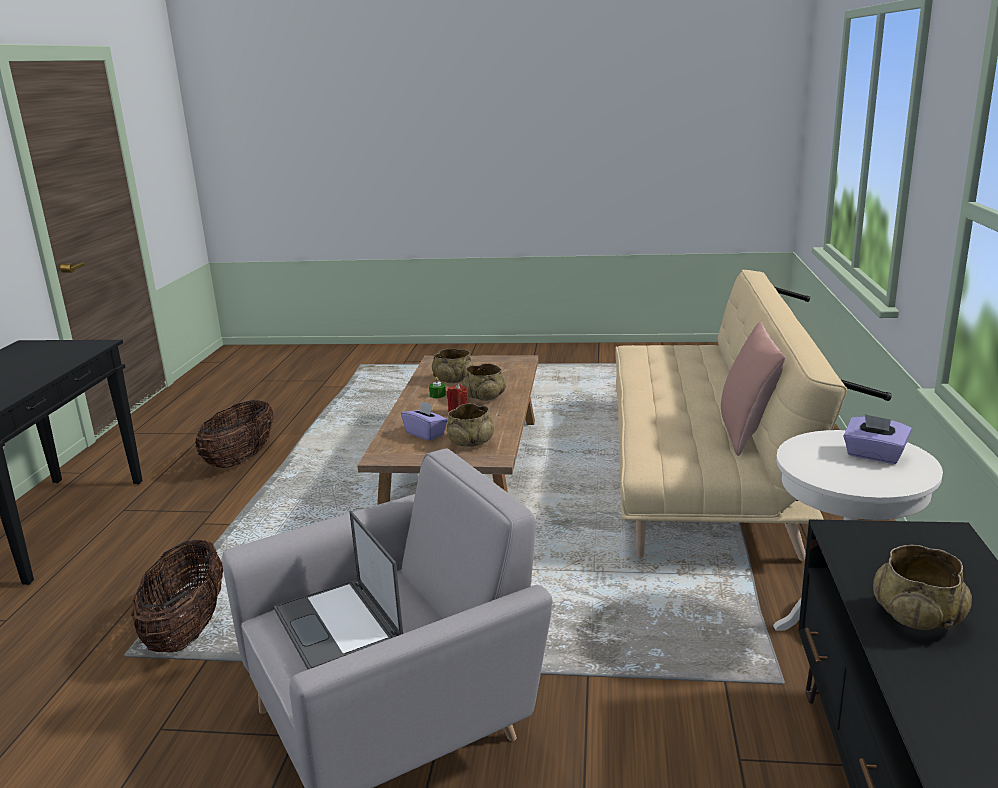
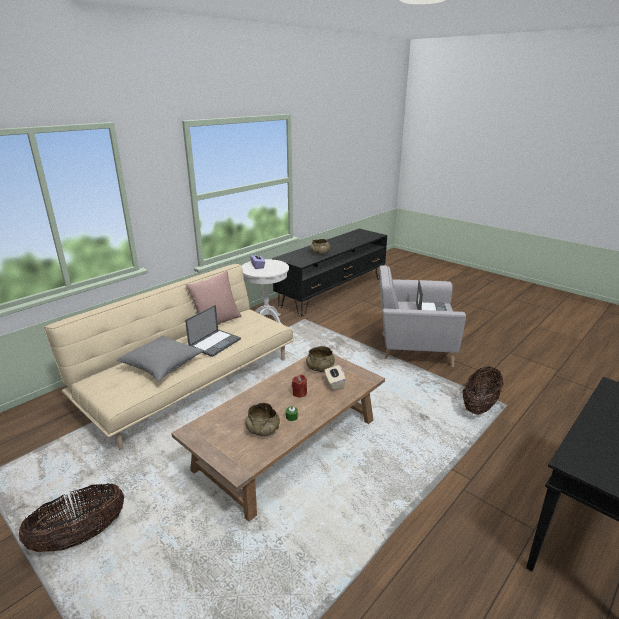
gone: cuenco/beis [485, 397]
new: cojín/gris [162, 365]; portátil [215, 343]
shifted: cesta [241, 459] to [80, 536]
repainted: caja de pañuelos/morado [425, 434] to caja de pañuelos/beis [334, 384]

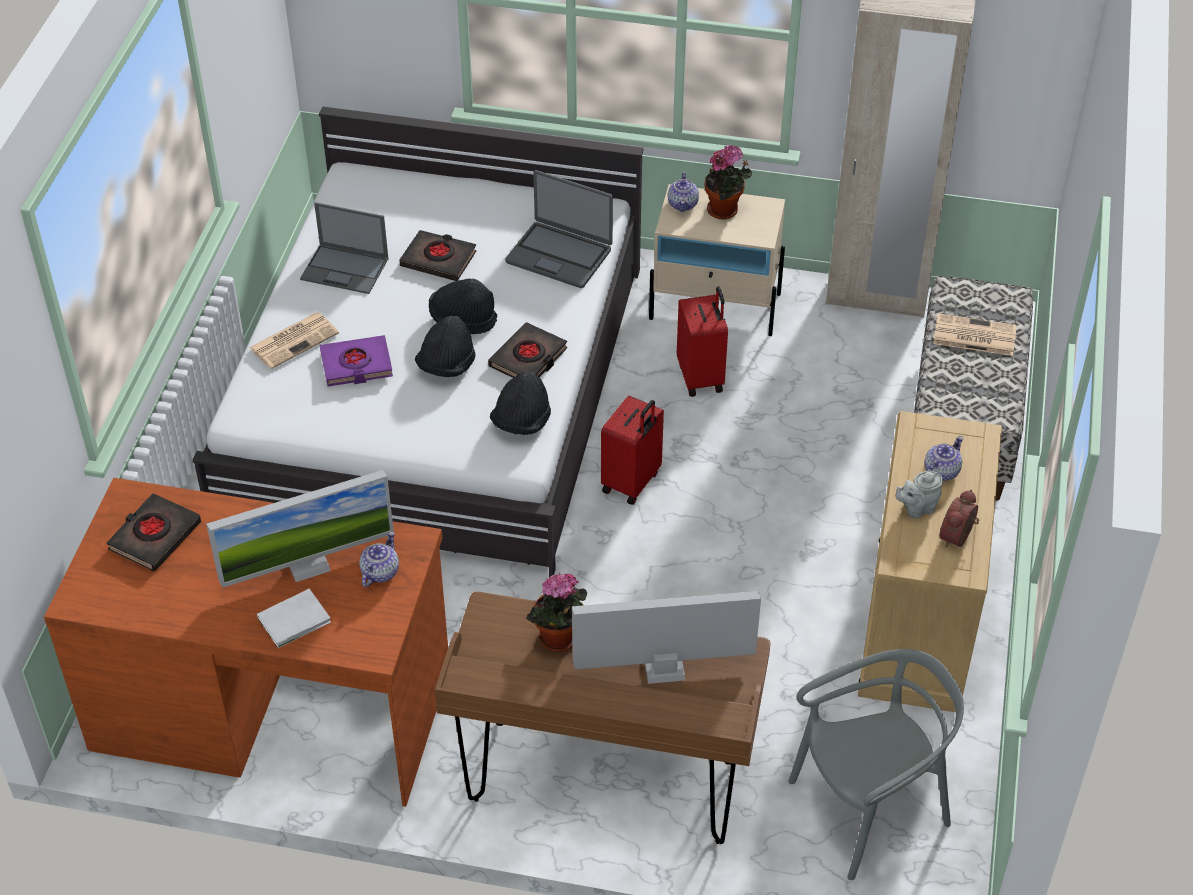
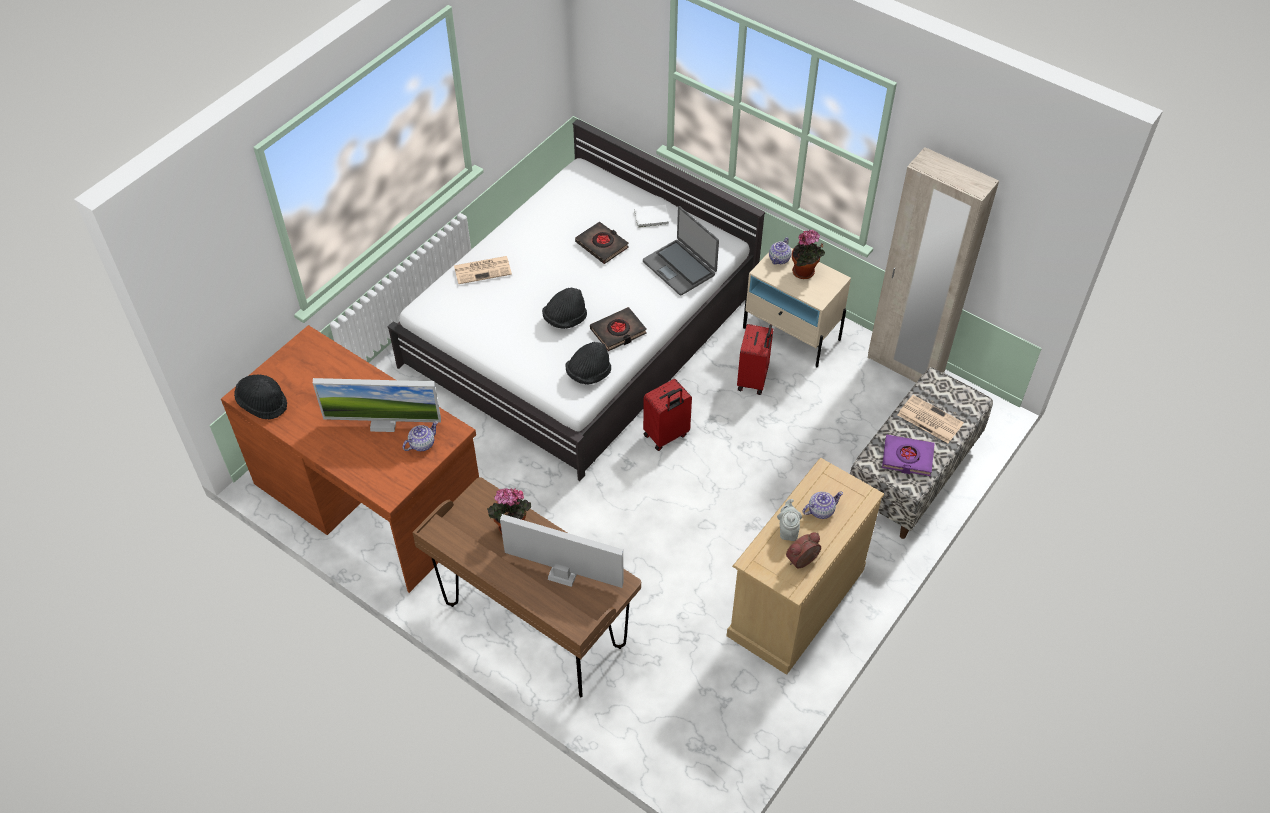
gone: libro/negro [154, 536]; portátil [346, 269]; silla/gris [869, 809]
shifted: libro/blanco [296, 620] to [652, 218]; libro/morado [356, 365] to [907, 458]; sombrero/negro [463, 320] to [263, 403]
rotated: tetera/gris [917, 508] = [788, 530] 90 degrees clockwise

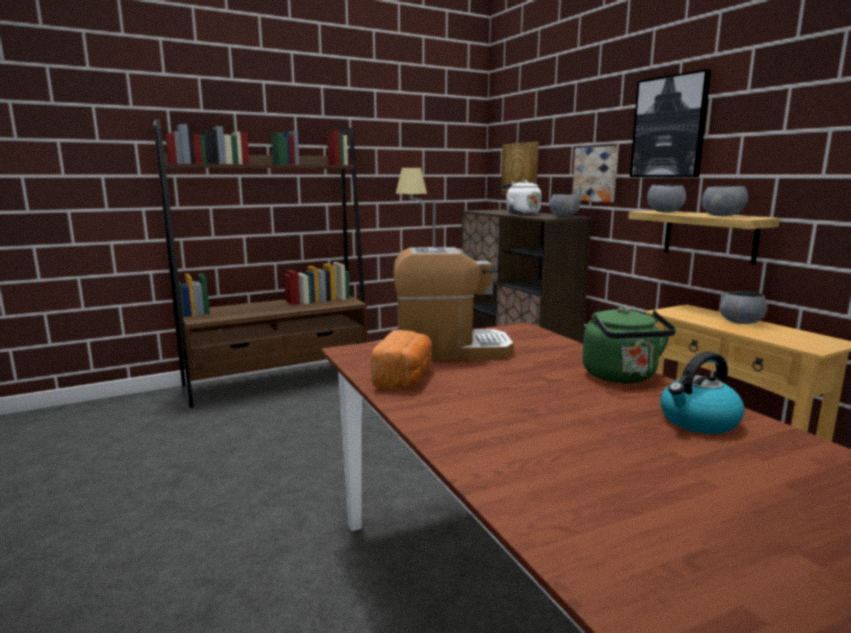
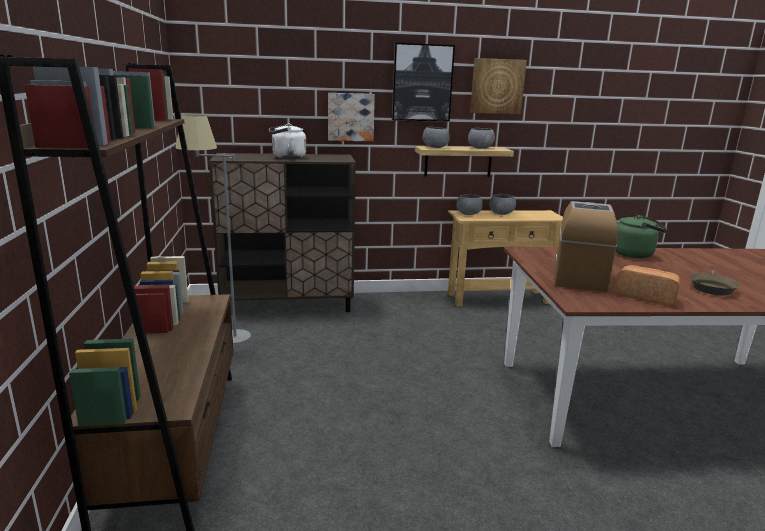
gone: hervidor [698, 422]
new: sartén/marrón [711, 288]
shifted: cuadro [520, 169] to [497, 86]; cuenco/gris [564, 216] to [468, 214]

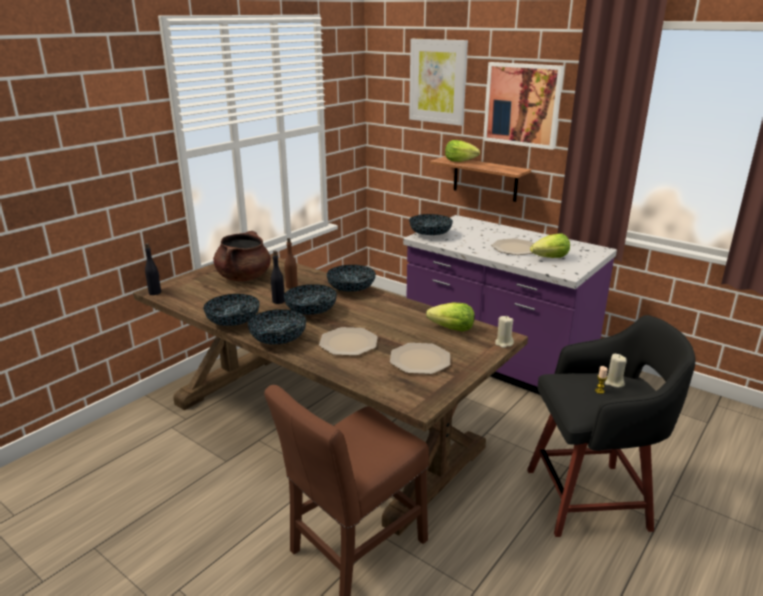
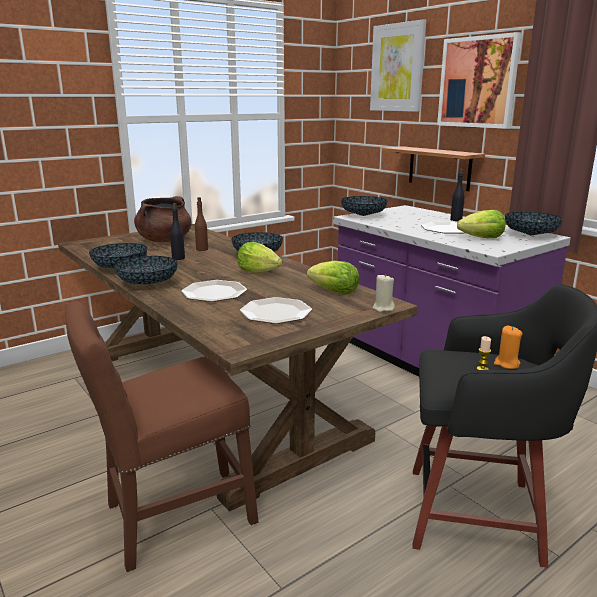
shifted: botella/negro [155, 292] to [456, 220]; cuenco [311, 311] to [530, 235]; lechuga [459, 161] to [258, 272]
repainted: vela/beis [614, 383] to vela/naranja [506, 364]

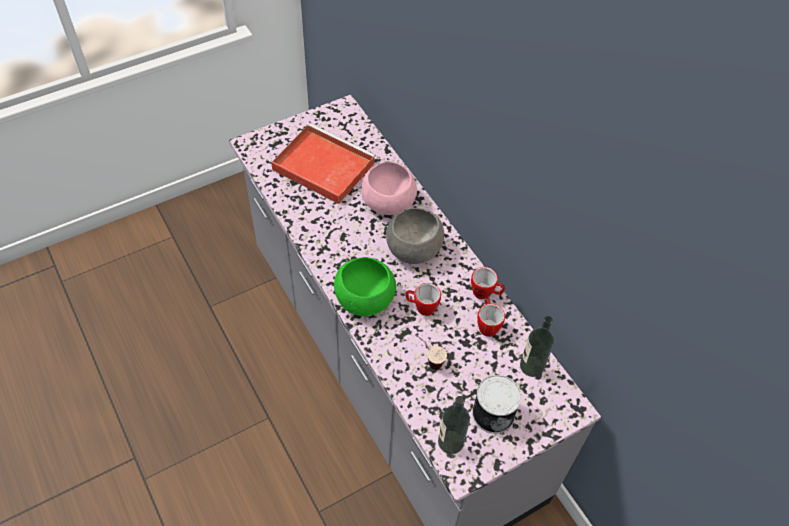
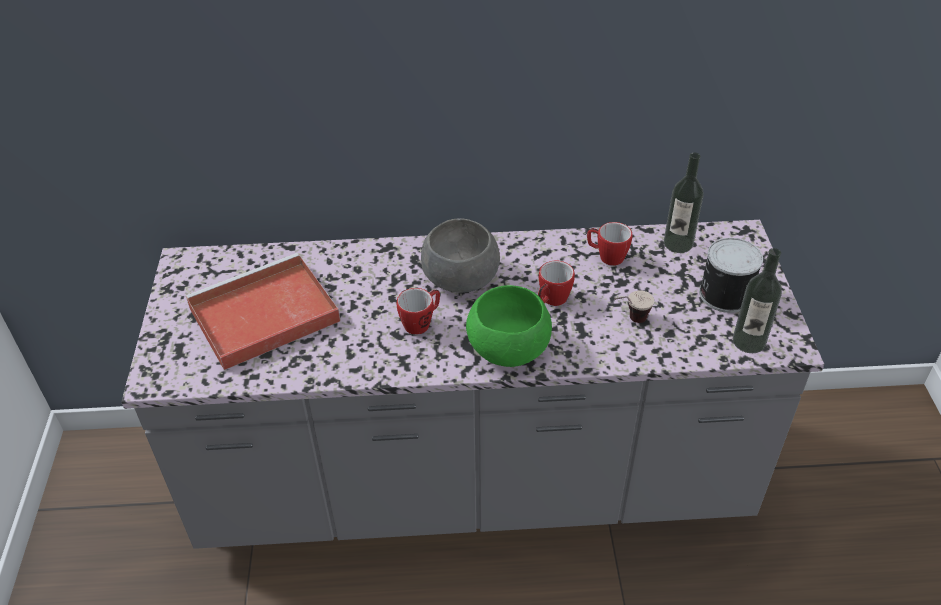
gone: cuenco/rosa [387, 201]
shifted: taza grande [485, 293] to [421, 322]

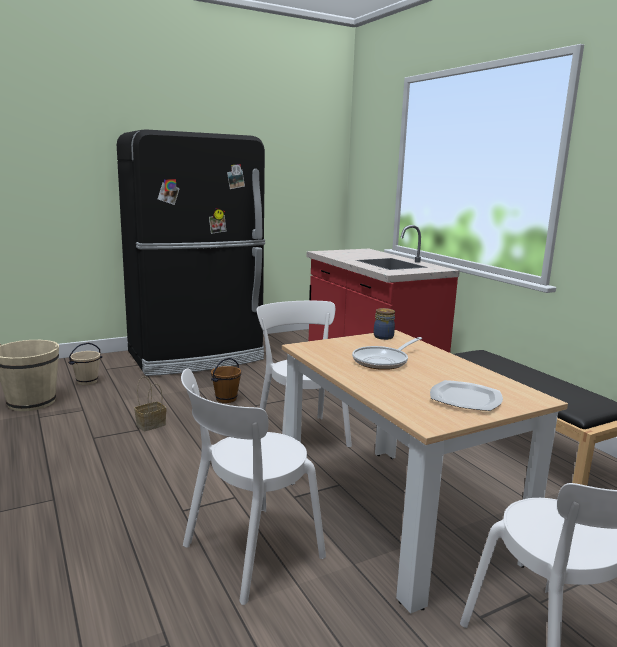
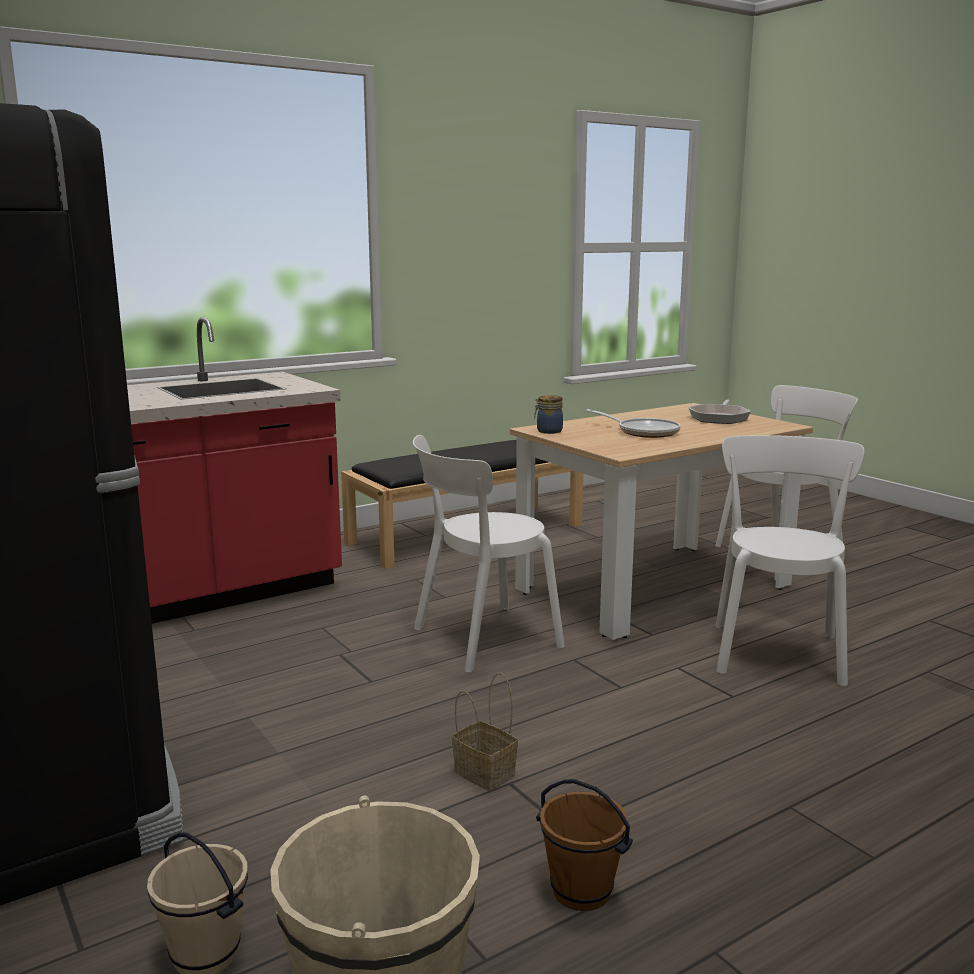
shifted: cubo/marrón [226, 399] to [580, 892]
swapped: plato [466, 399] to sartén [719, 417]
rotated: silla/blanco [248, 553] = [777, 650] 120 degrees counterclockwise

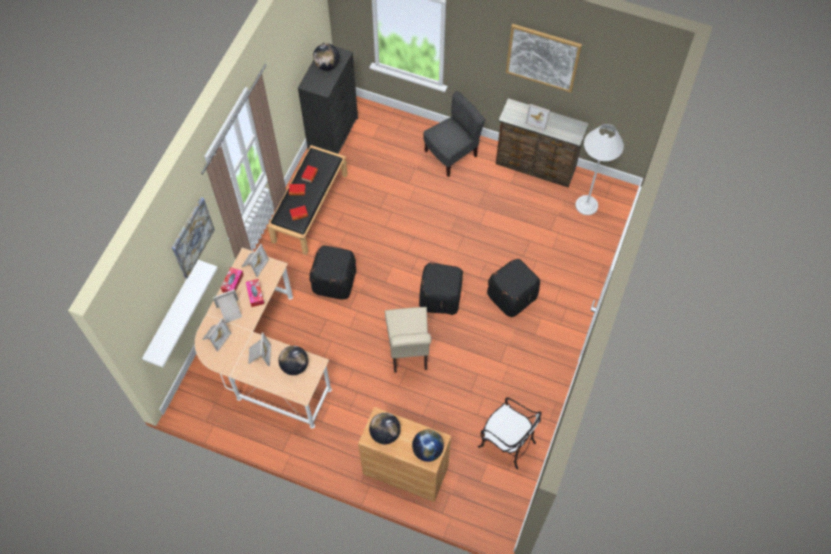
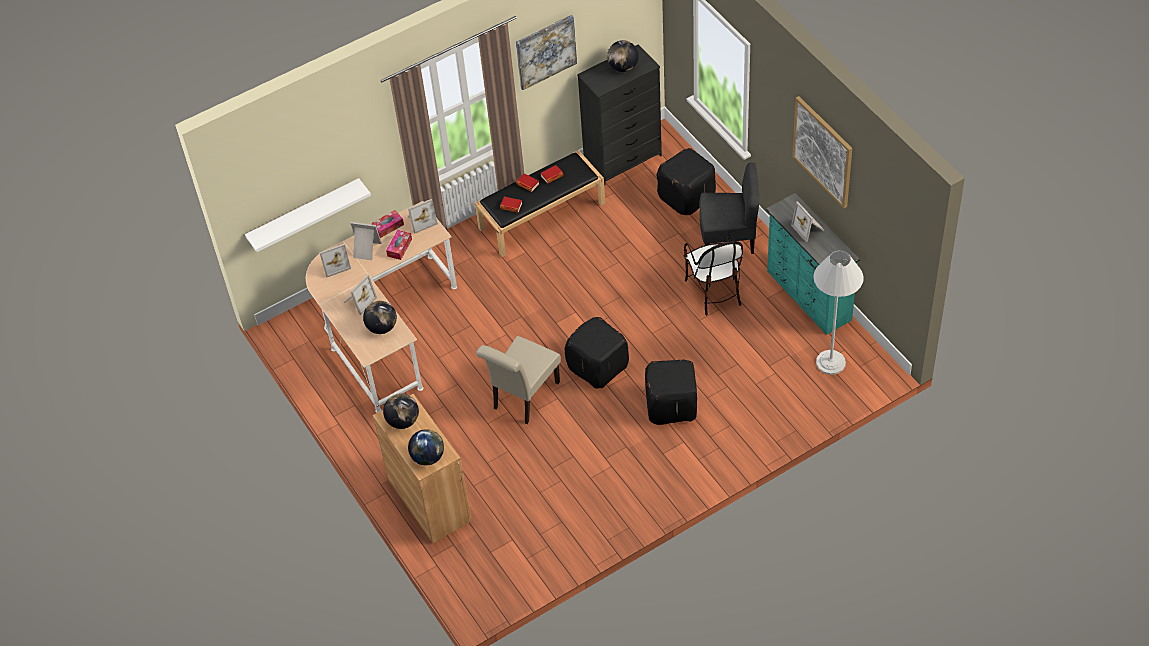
shifted: cuadro [192, 237] to [545, 51]; puf/negro [335, 281] to [687, 196]; silla [506, 443] to [714, 291]
repainted: cómoda/marrón [535, 167] to cómoda/turquesa [808, 296]

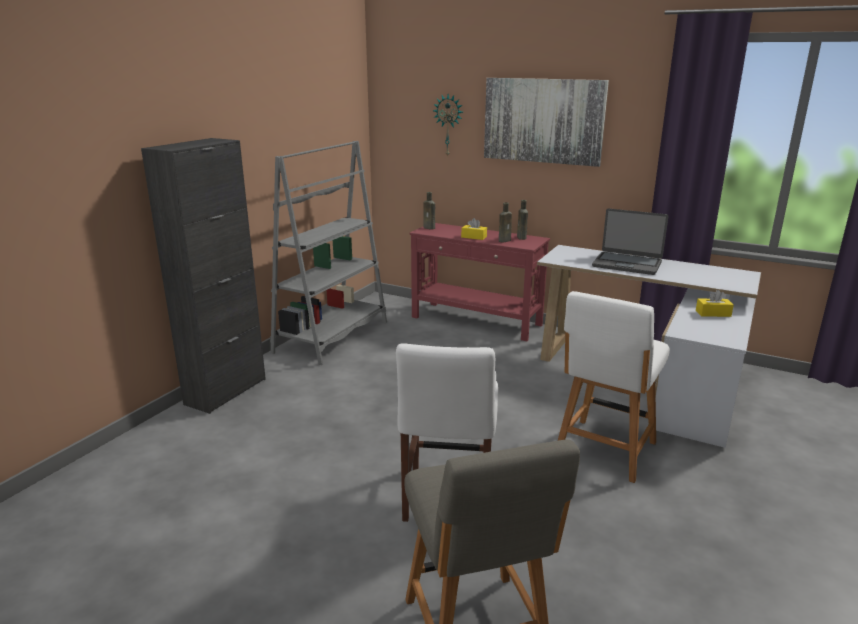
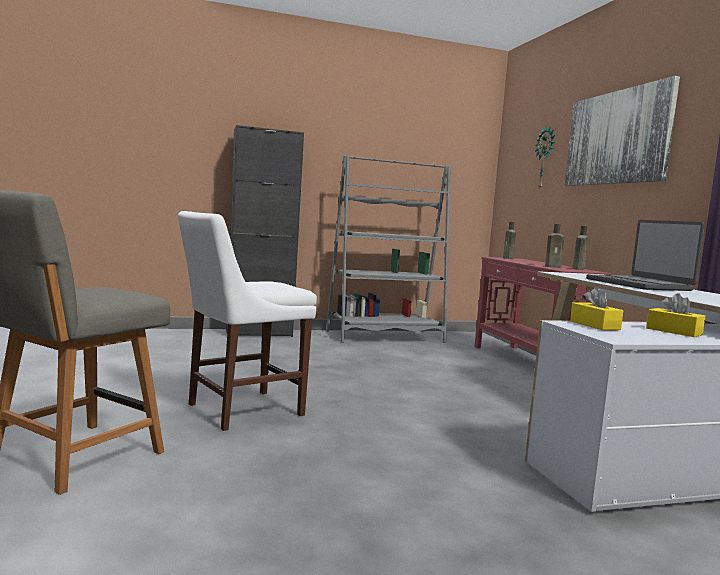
gone: silla/blanco [604, 451]
shifted: caja de pañuelos/amarillo [474, 237] to [594, 325]

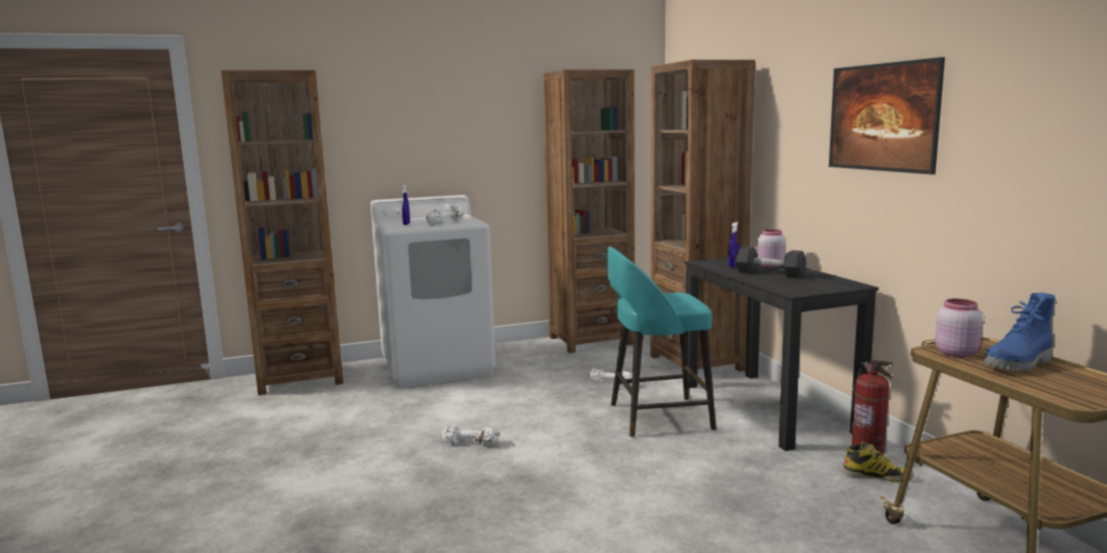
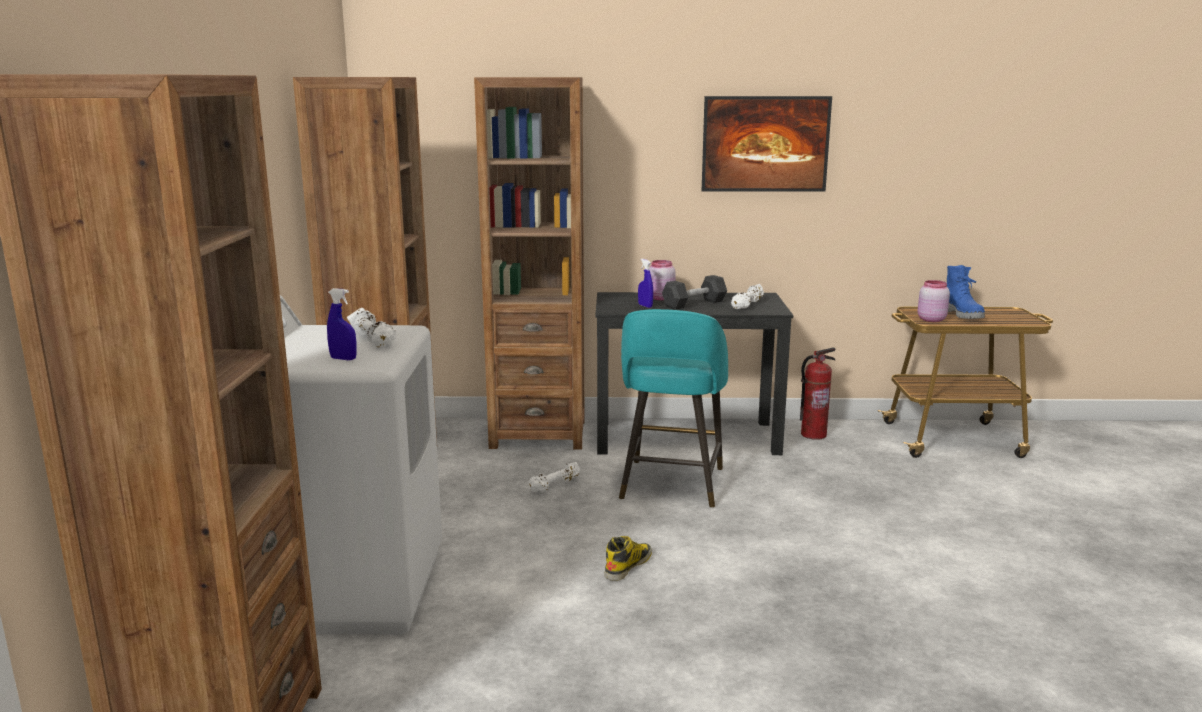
shifted: mancuerna/blanco [470, 443] to [748, 305]; bota [877, 476] to [628, 565]

